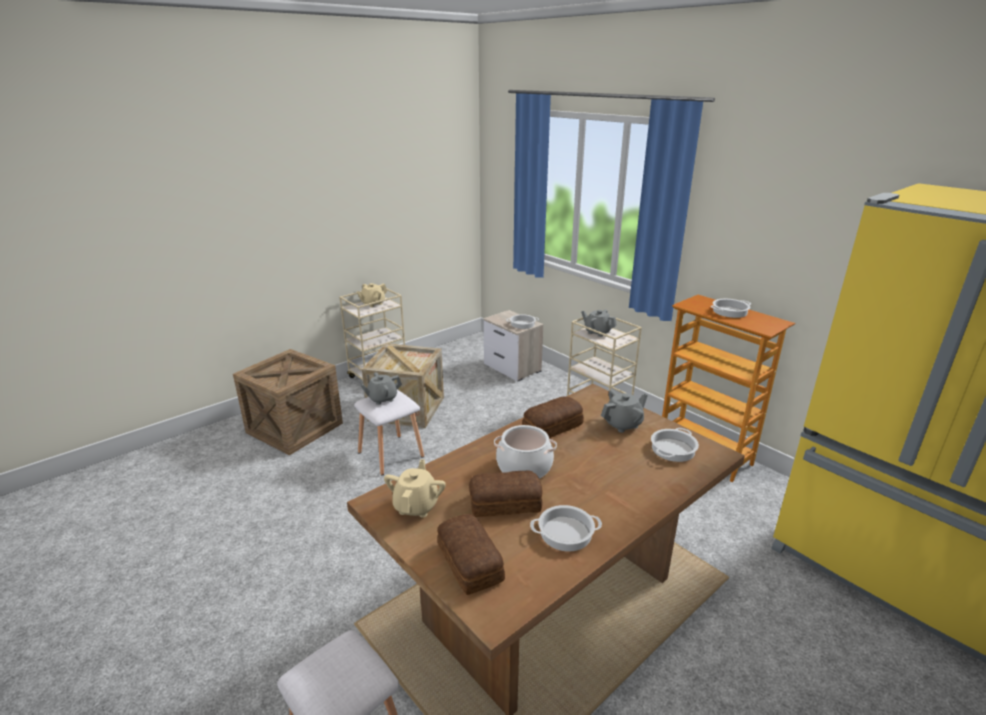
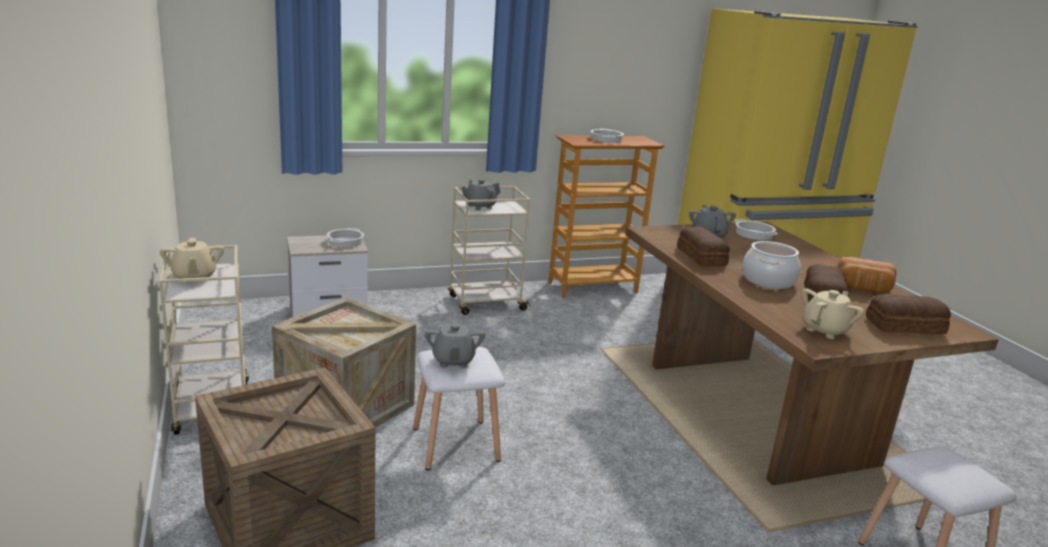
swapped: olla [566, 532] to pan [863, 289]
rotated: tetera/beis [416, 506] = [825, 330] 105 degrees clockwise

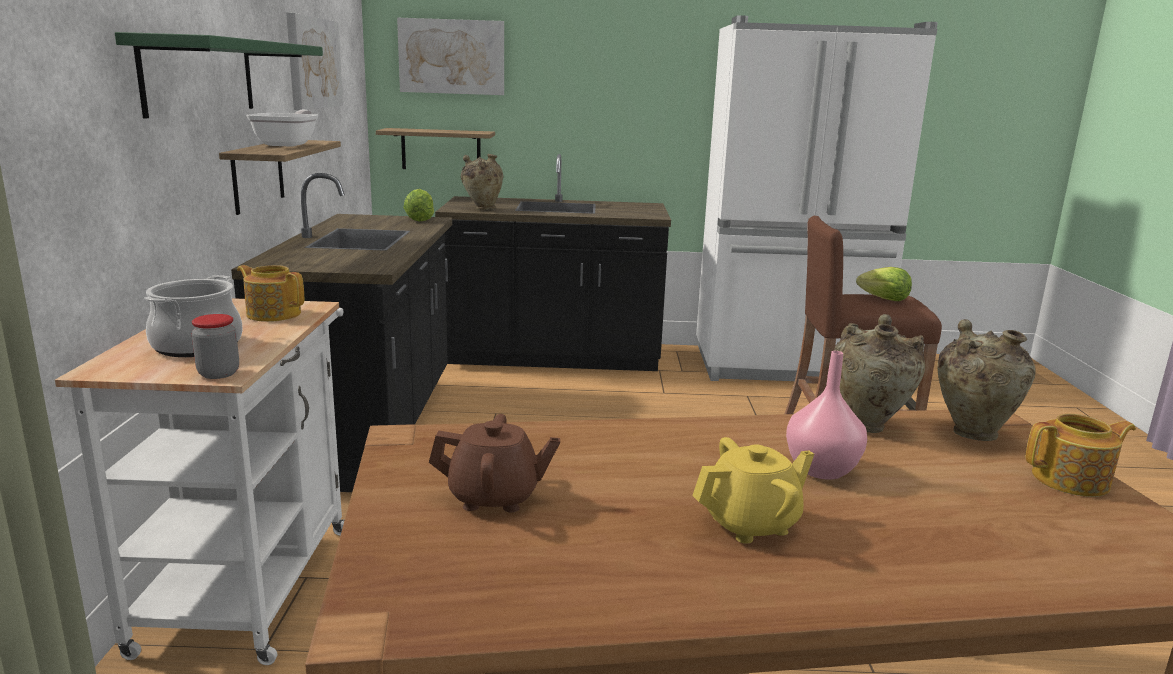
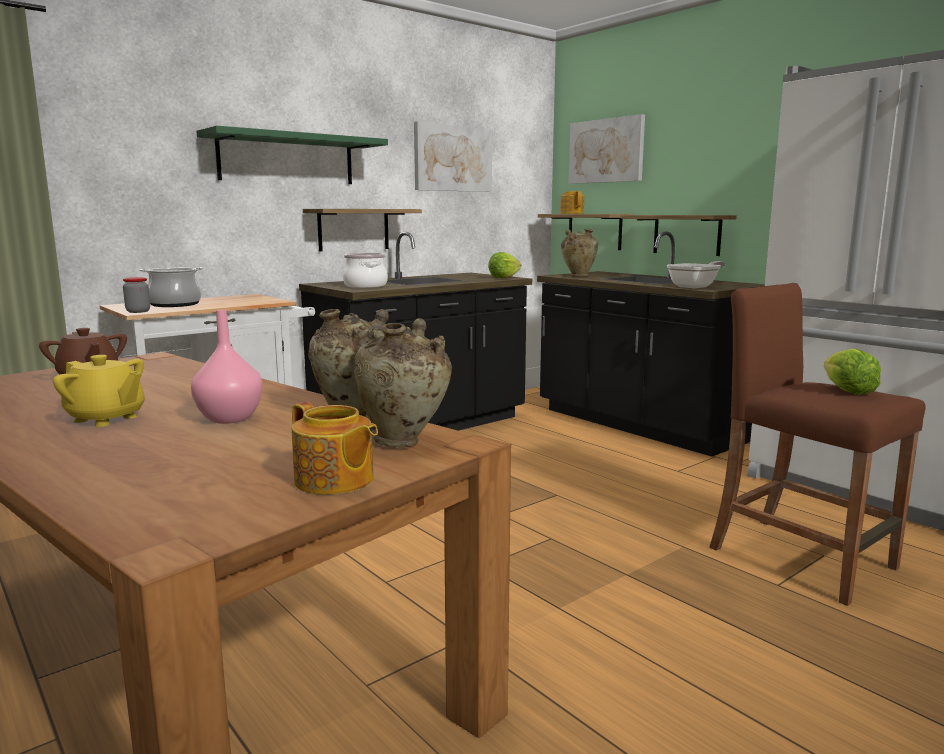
new: olla [365, 286]; estante [686, 234]
shifted: tetera [273, 314] to [572, 213]; sartén [289, 144] to [696, 286]

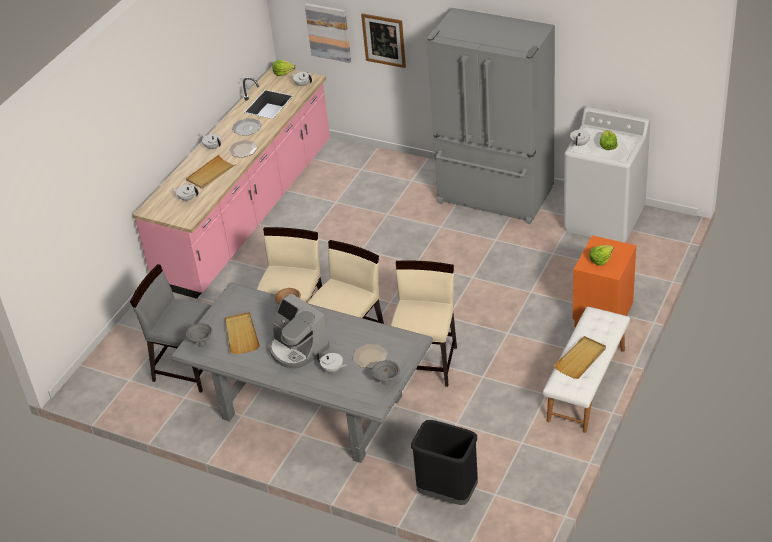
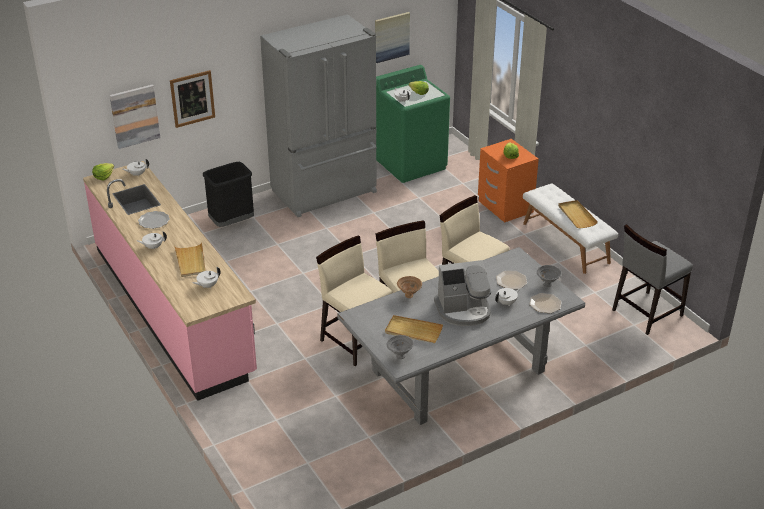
new: cuadro [391, 37]
shifted: silla/gris [188, 368] to [646, 313]; plato [243, 149] to [545, 304]; papelera/negro [448, 492] to [232, 222]
repainted: lavadora/blanco [605, 219] to lavadora/verde [410, 163]

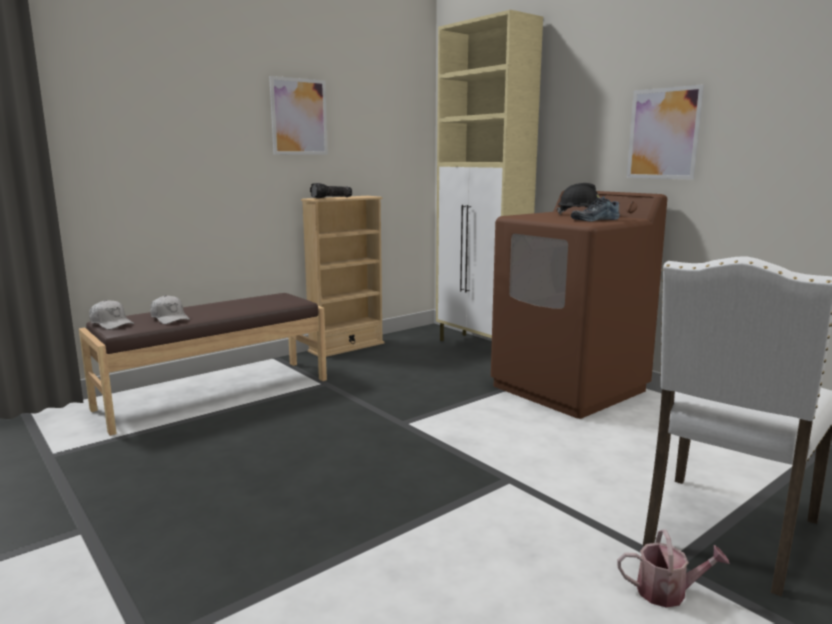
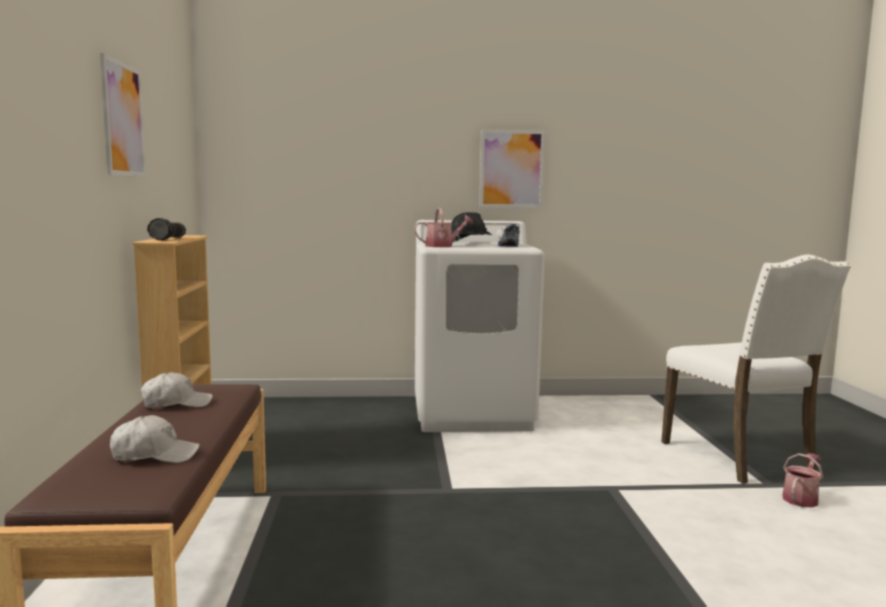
gone: armario/beis [481, 347]
new: regadera [443, 246]
shifted: gorra/blanco [111, 324] to [176, 403]
repainted: lavadora/marrón [569, 388] to lavadora/blanco [473, 413]

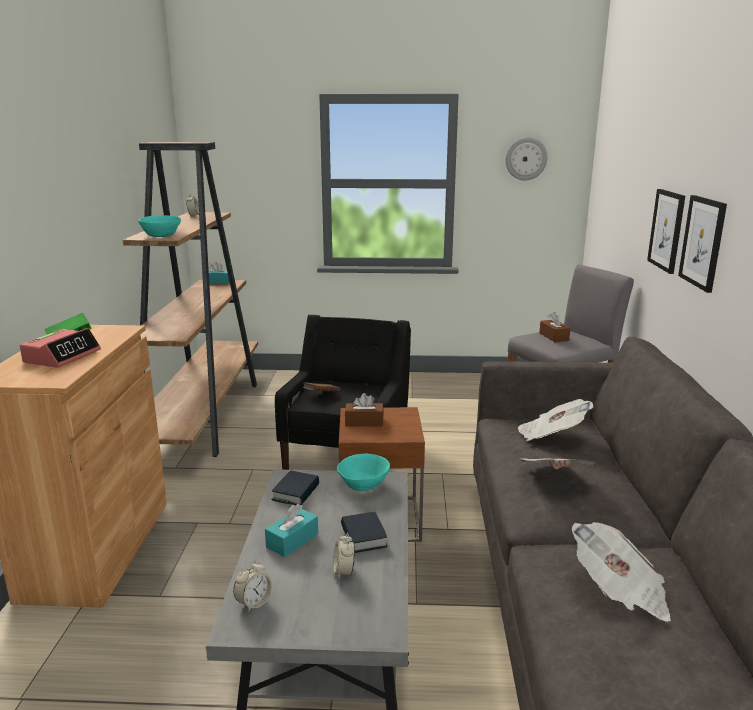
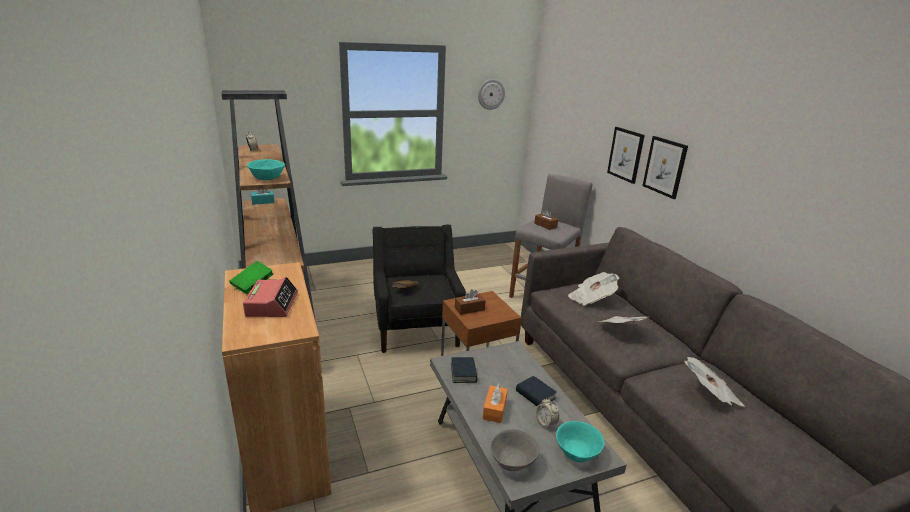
shifted: cuenco/turquesa [363, 485] to [576, 452]
swapped: despertador [253, 603] to cuenco/gris [512, 461]
repainted: caja de pañuelos/turquesa [292, 540] to caja de pañuelos/naranja [494, 409]

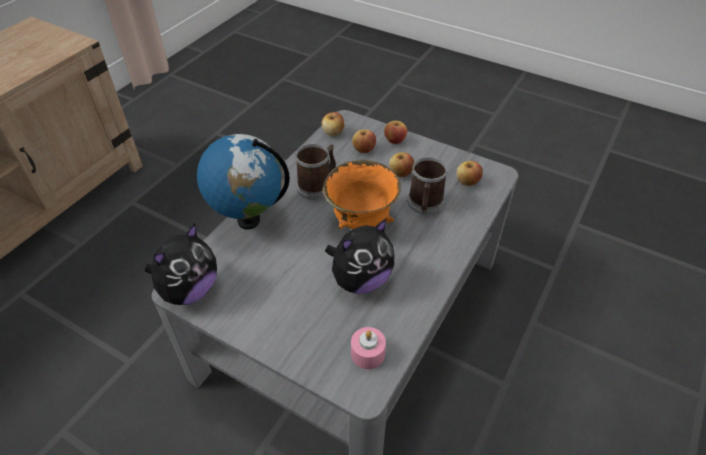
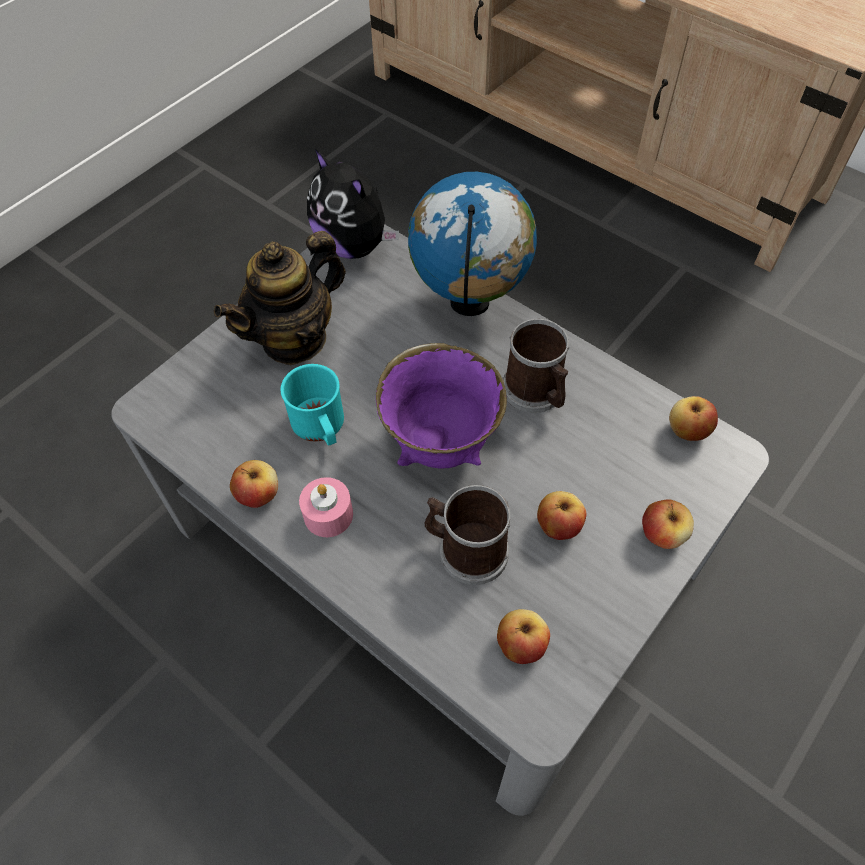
new: tetera [294, 339]
shifted: vela/rosa [367, 353] to [328, 515]; manzana [364, 149] to [258, 494]
swapped: peluche [360, 280] to taza grande/turquesa [321, 427]
repainted: cuenco/naranja [361, 221] to cuenco/morado [441, 443]

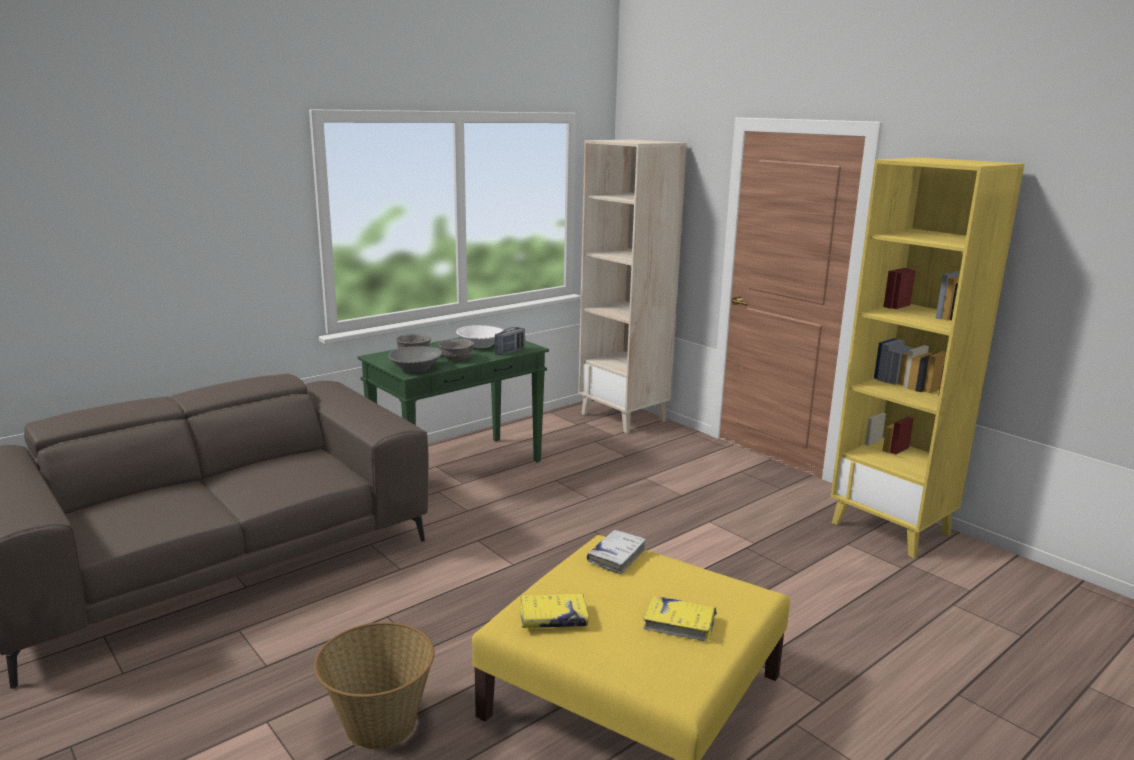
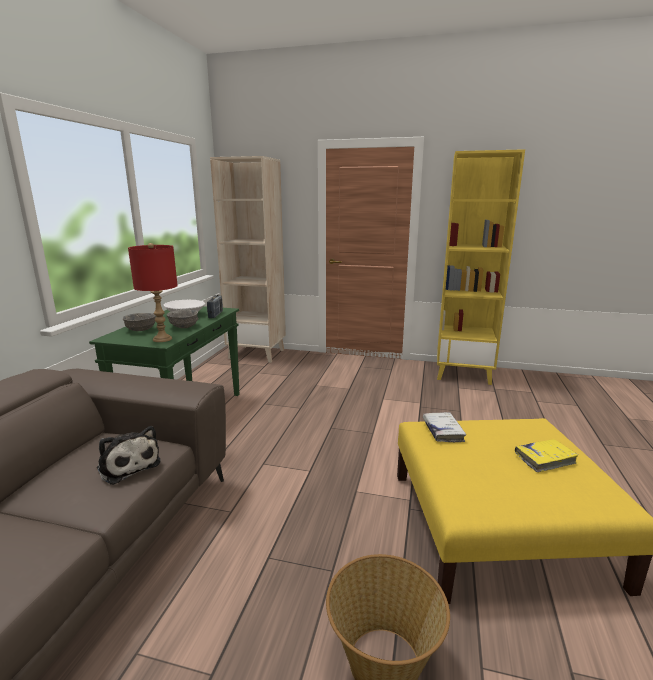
gone: libro/amarillo [553, 618]
new: peluche [128, 465]
swapped: cuenco/gris [416, 369] to lámpara de mesa/rojo [162, 339]

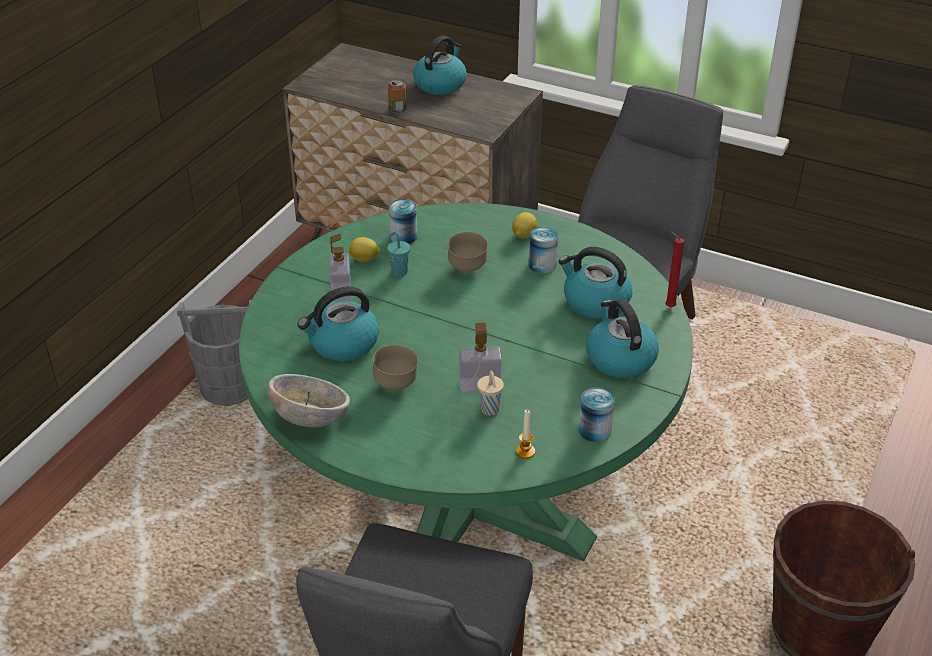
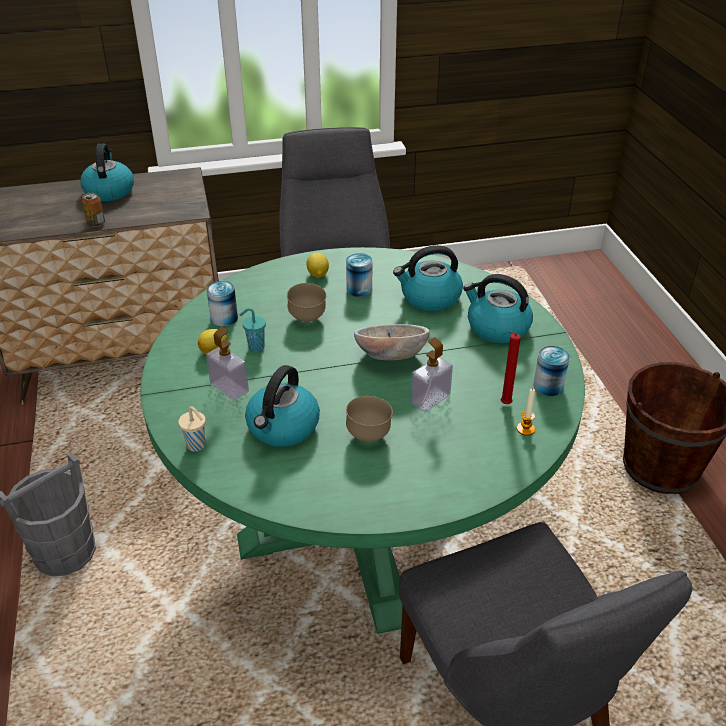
shifted: cuenco [310, 418] to [390, 357]; taza/beis [490, 410] to [197, 446]; vela/rojo [668, 307] to [504, 404]

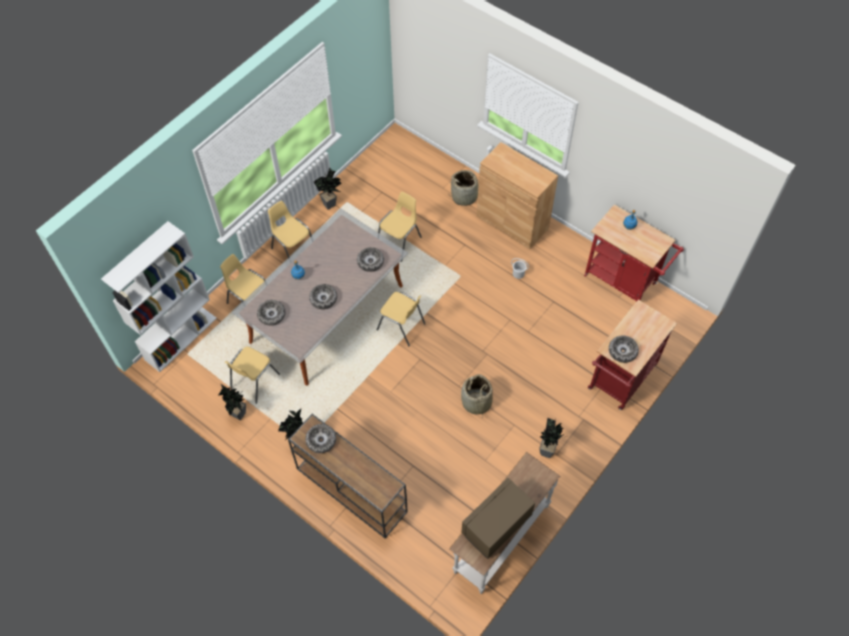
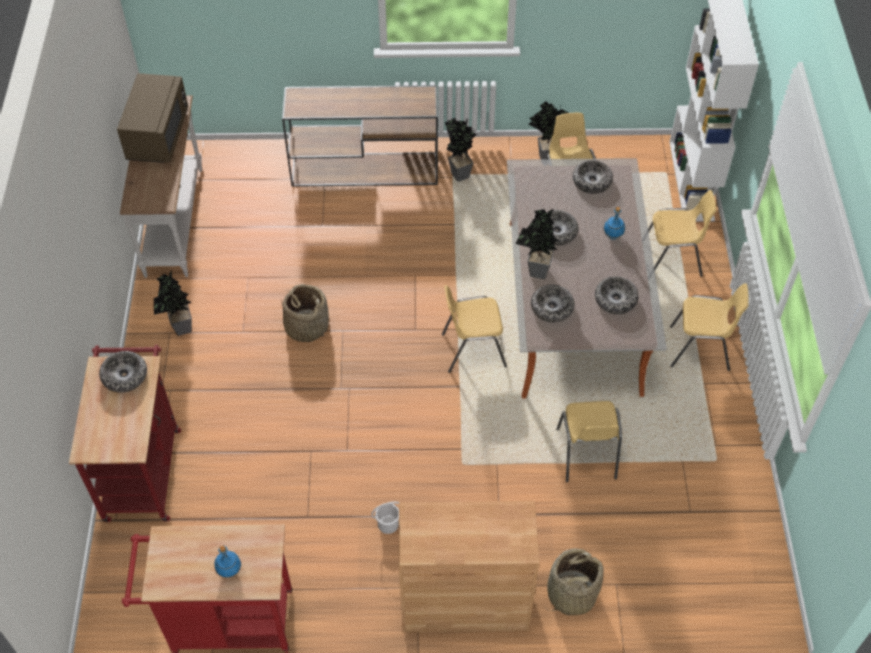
shifted: cuenco [321, 440] to [615, 299]; planta en maceta [331, 204] to [536, 274]

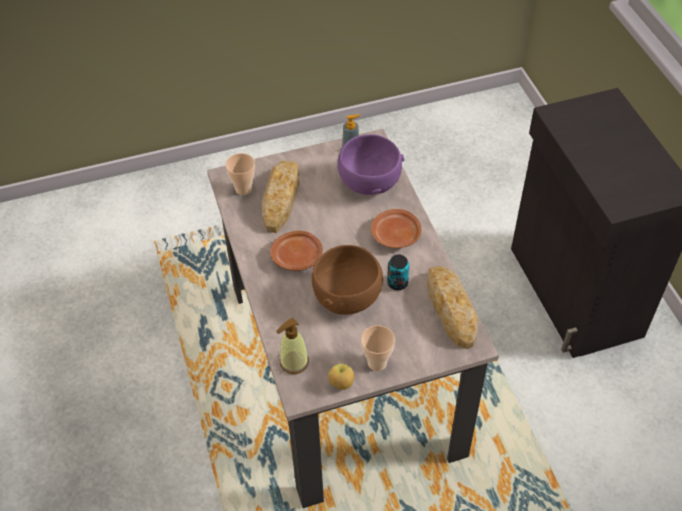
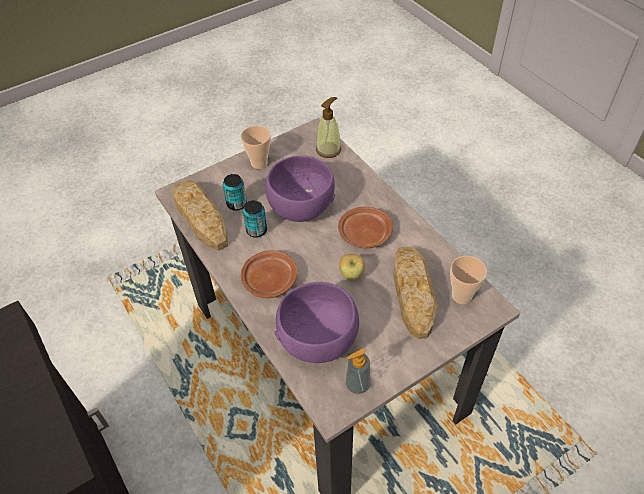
new: lata [237, 204]
shifted: manzana [341, 384] to [352, 275]
repainted: cuenco/marrón [348, 297] to cuenco/morado [300, 207]

